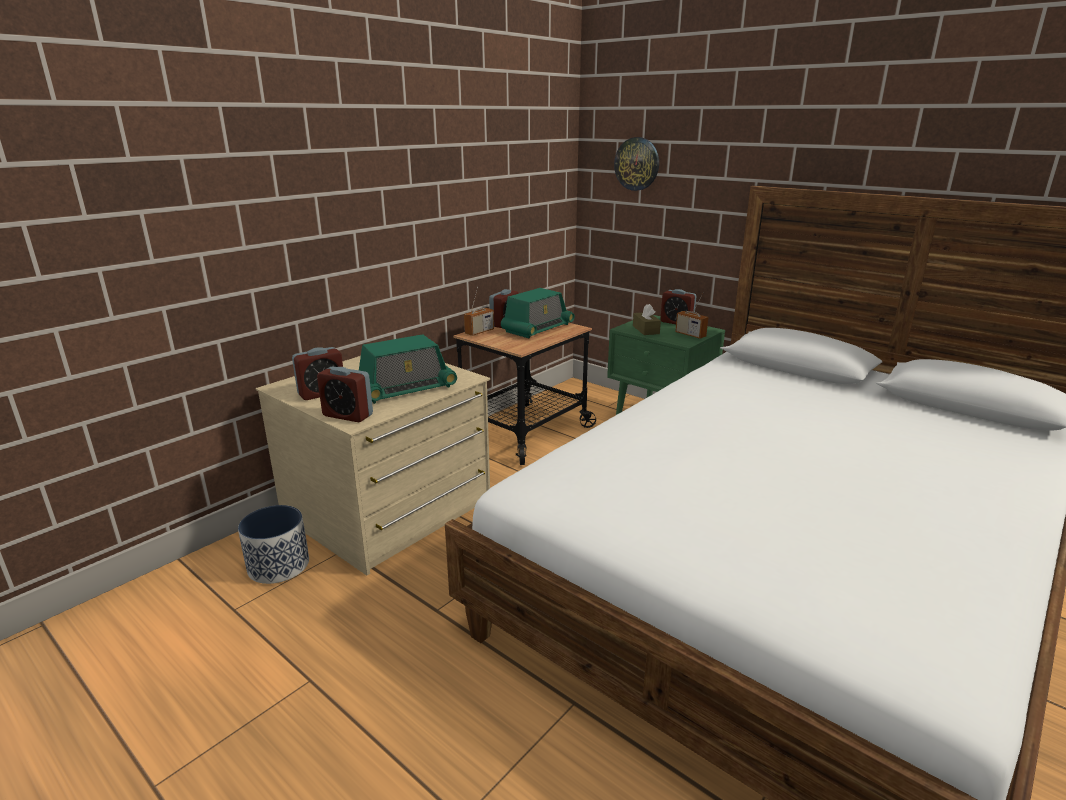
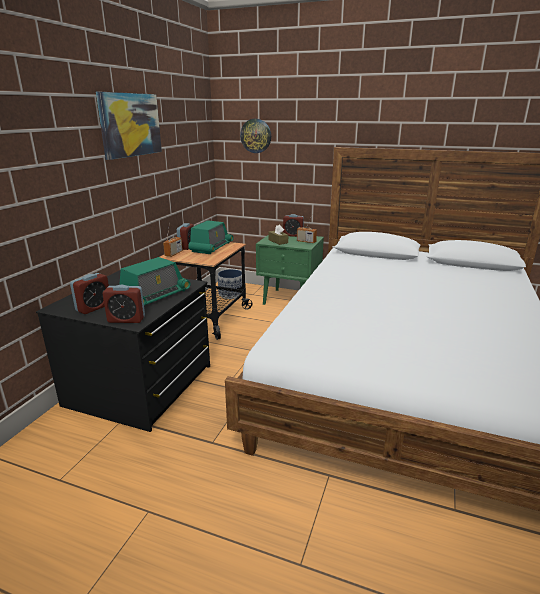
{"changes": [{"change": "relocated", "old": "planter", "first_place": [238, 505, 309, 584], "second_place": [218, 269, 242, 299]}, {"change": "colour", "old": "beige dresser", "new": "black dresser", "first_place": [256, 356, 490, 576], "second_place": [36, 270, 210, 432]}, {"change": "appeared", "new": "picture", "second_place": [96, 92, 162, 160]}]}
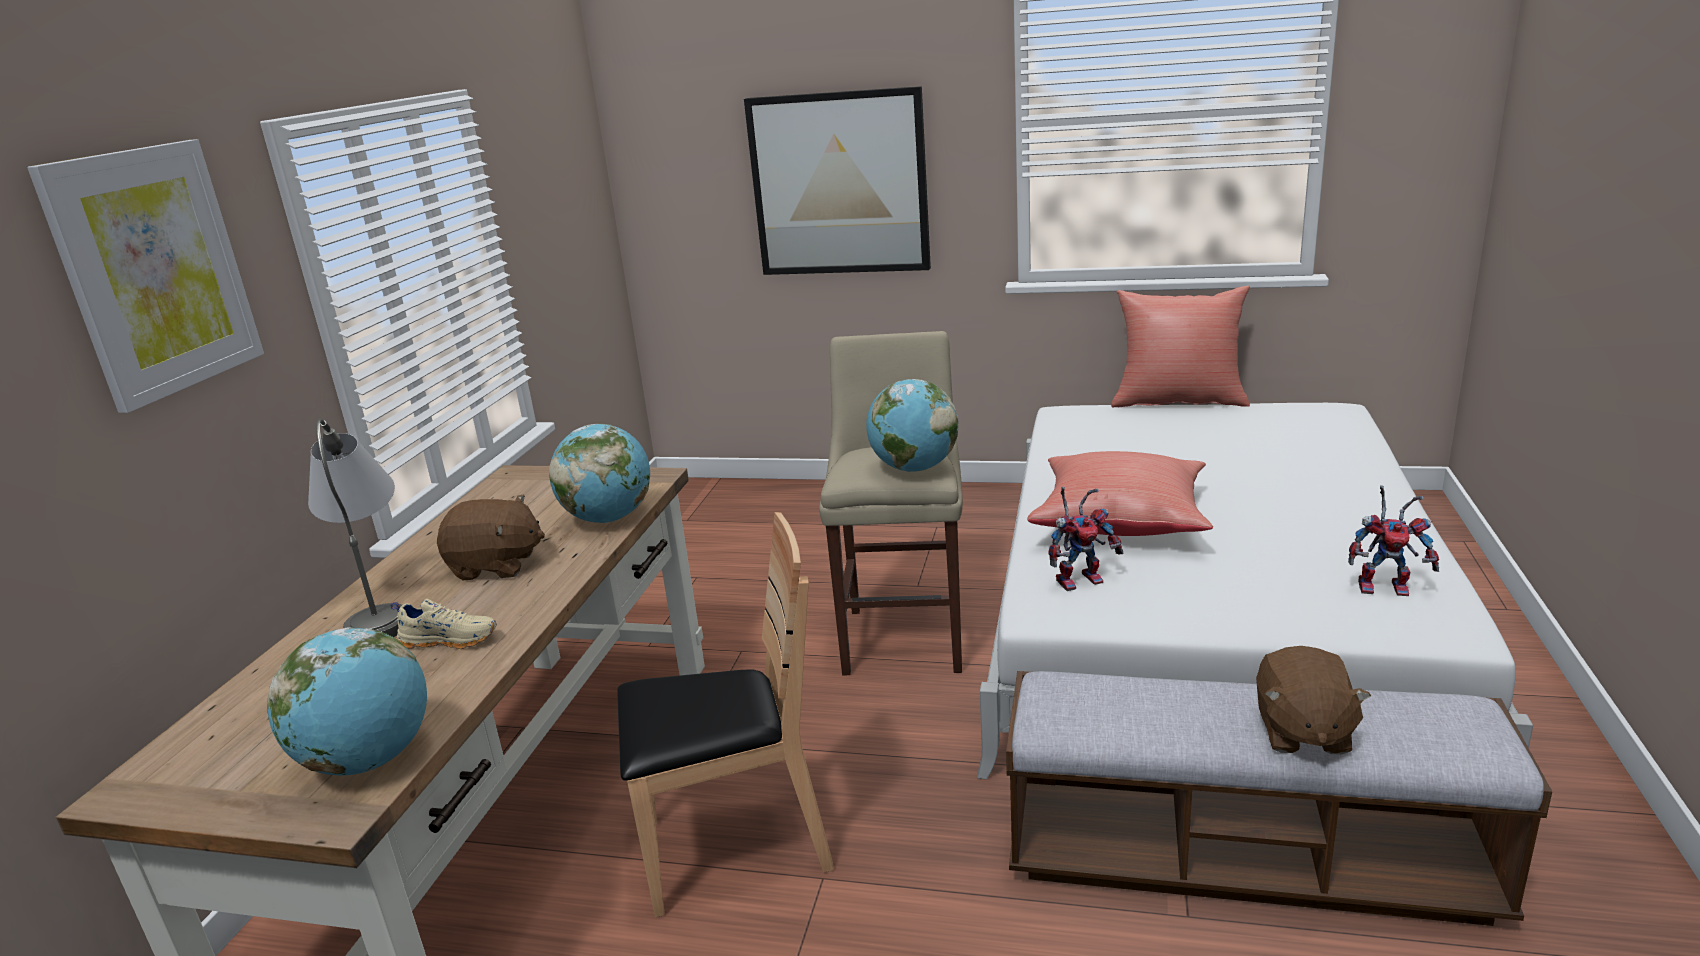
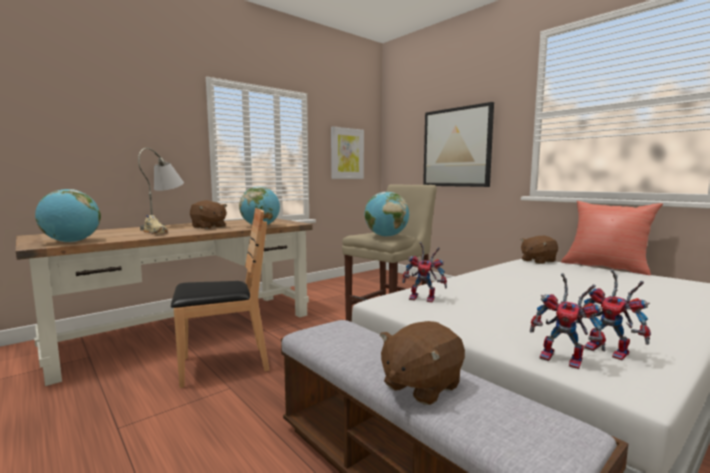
{"changes": [{"change": "relocated", "old": "picture", "first_place": [27, 139, 264, 413], "second_place": [331, 126, 364, 179]}, {"change": "spun", "old": "brown chair", "first_place": [617, 512, 834, 917], "second_place": [171, 208, 269, 388], "degrees": -45}, {"change": "missing", "old": "red pillow", "first_place": [1027, 451, 1213, 536]}, {"change": "appeared", "new": "brown plush toy", "second_place": [521, 236, 558, 264]}, {"change": "appeared", "new": "toy robot", "second_place": [529, 273, 606, 369]}]}
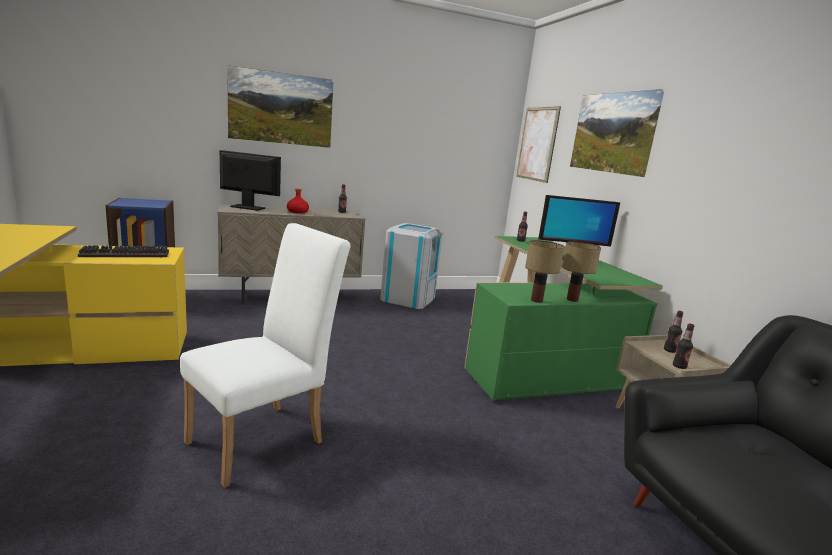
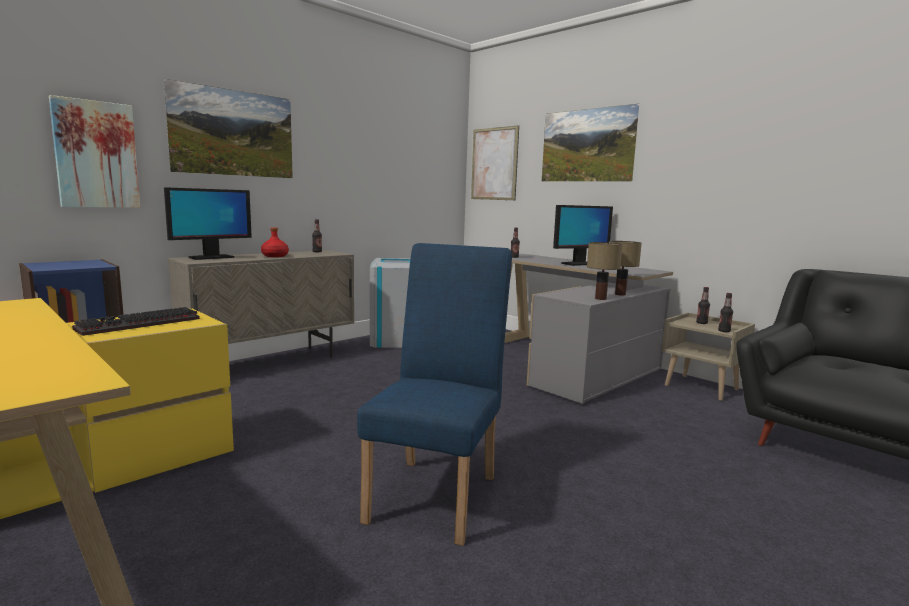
{"changes": [{"change": "colour", "old": "white chair", "new": "blue chair", "first_place": [180, 223, 351, 488], "second_place": [357, 243, 512, 546]}, {"change": "spun", "old": "monitor", "first_place": [220, 150, 281, 211], "second_place": [164, 187, 252, 260], "degrees": 150}, {"change": "colour", "old": "green desk", "new": "grey desk", "first_place": [464, 236, 663, 401], "second_place": [504, 254, 673, 404]}, {"change": "appeared", "new": "picture", "second_place": [49, 95, 140, 208]}]}
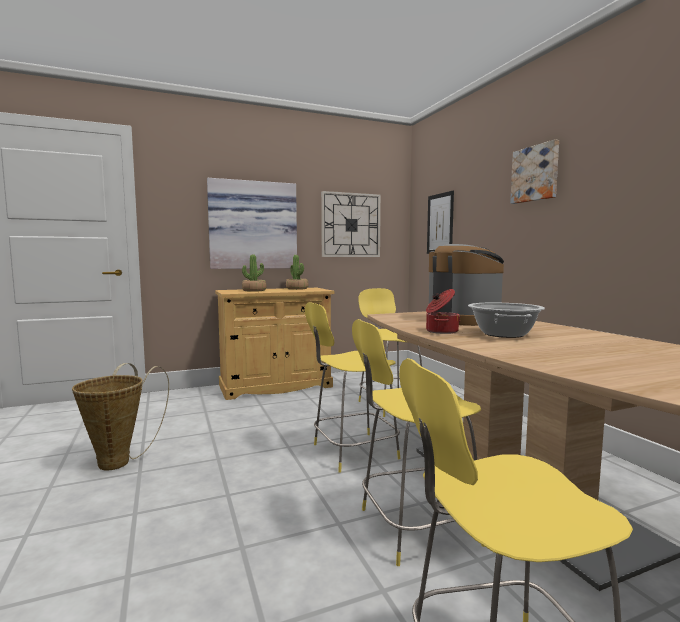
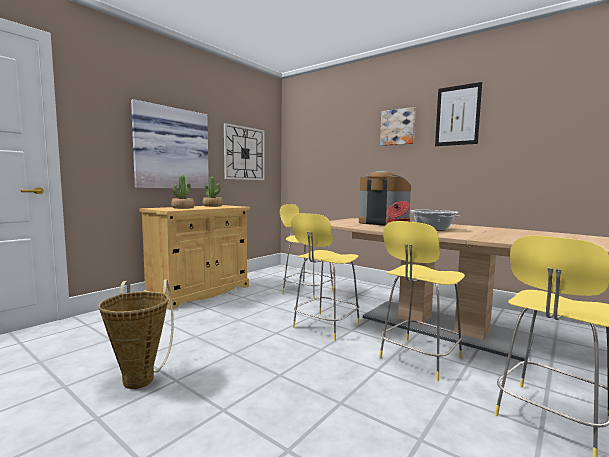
{"changes": [{"change": "relocated", "old": "picture", "first_place": [427, 191, 454, 254], "second_place": [435, 82, 482, 146]}]}
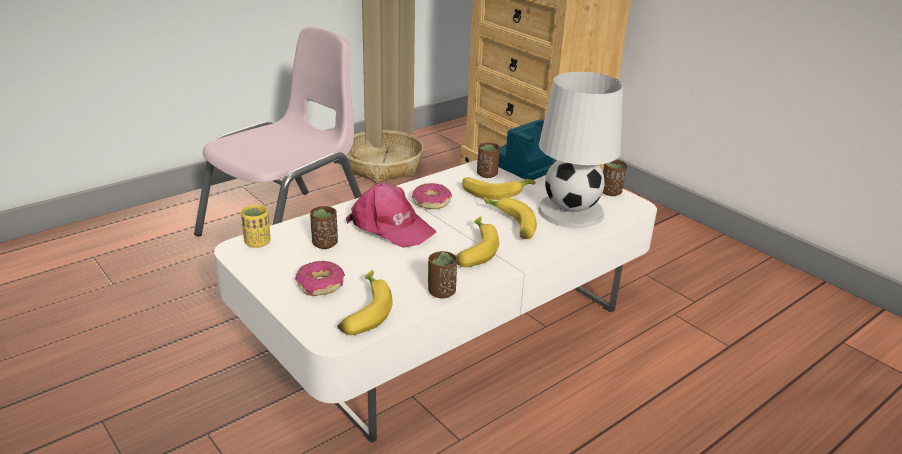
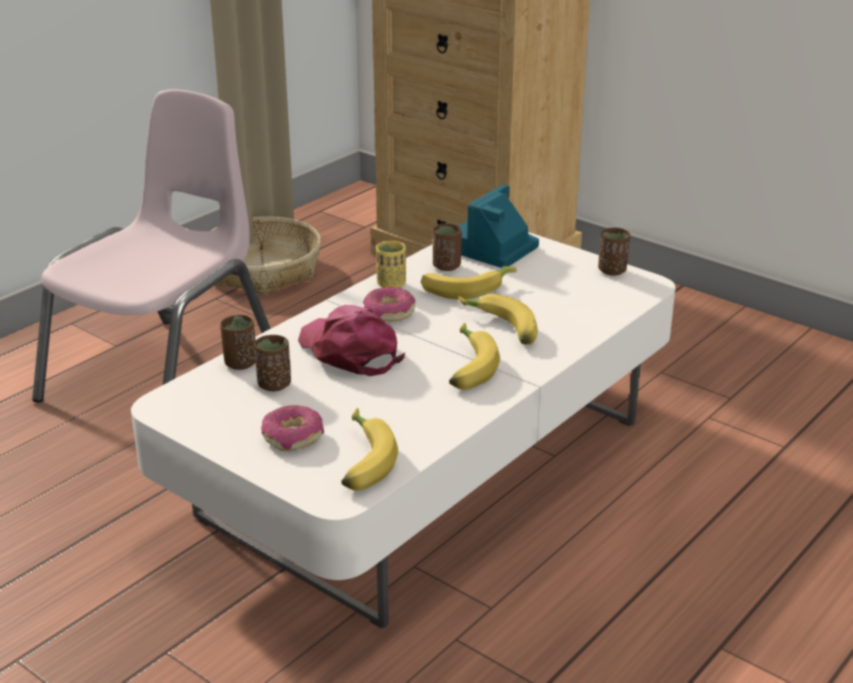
{"changes": [{"change": "relocated", "old": "yellow cup", "first_place": [241, 205, 270, 248], "second_place": [376, 241, 406, 288]}, {"change": "spun", "old": "pink cap", "first_place": [346, 183, 436, 248], "second_place": [298, 305, 405, 376], "degrees": -150}, {"change": "relocated", "old": "brown cup", "first_place": [428, 251, 457, 298], "second_place": [220, 315, 256, 370]}, {"change": "missing", "old": "white table lamp", "first_place": [538, 72, 623, 228]}]}
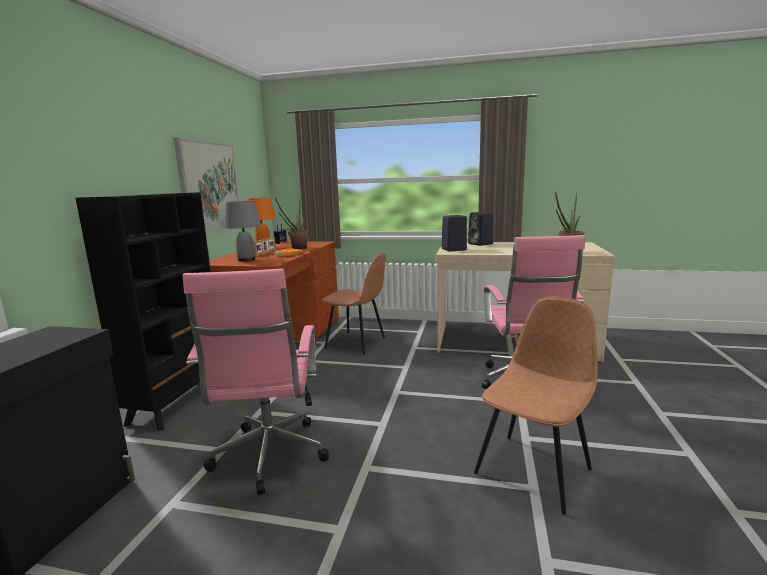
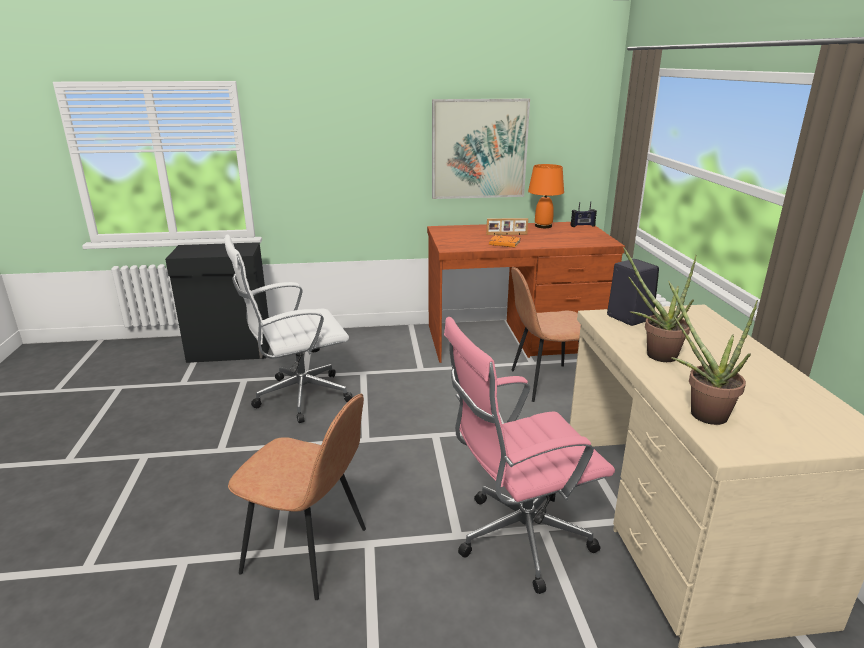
{"changes": [{"change": "missing", "old": "black bookcase", "first_place": [76, 192, 211, 431]}, {"change": "colour", "old": "pink office chair", "new": "white office chair", "first_place": [183, 269, 329, 495], "second_place": [225, 235, 353, 423]}, {"change": "missing", "old": "grey table lamp", "first_place": [225, 201, 261, 262]}, {"change": "relocated", "old": "potted plant", "first_place": [275, 197, 309, 249], "second_place": [623, 247, 696, 362]}, {"change": "spun", "old": "brown chair", "first_place": [322, 253, 386, 355], "second_place": [511, 267, 581, 402], "degrees": 75}, {"change": "missing", "old": "black speaker", "first_place": [468, 212, 494, 246]}]}
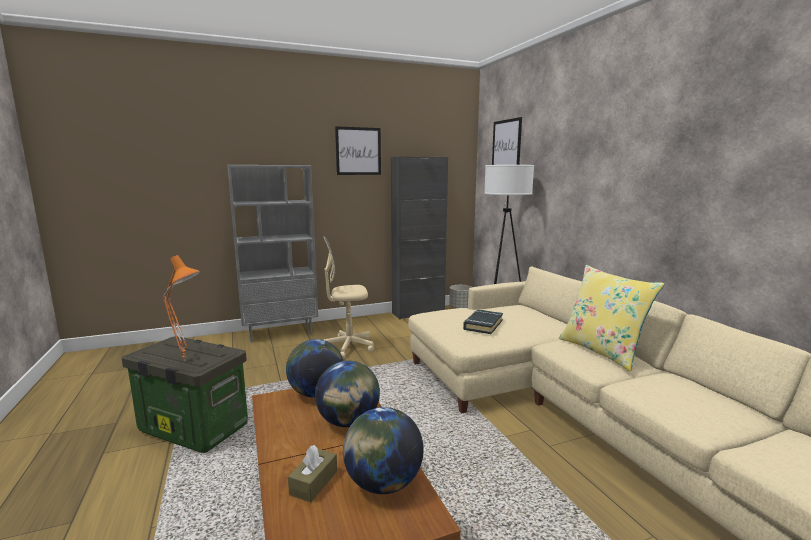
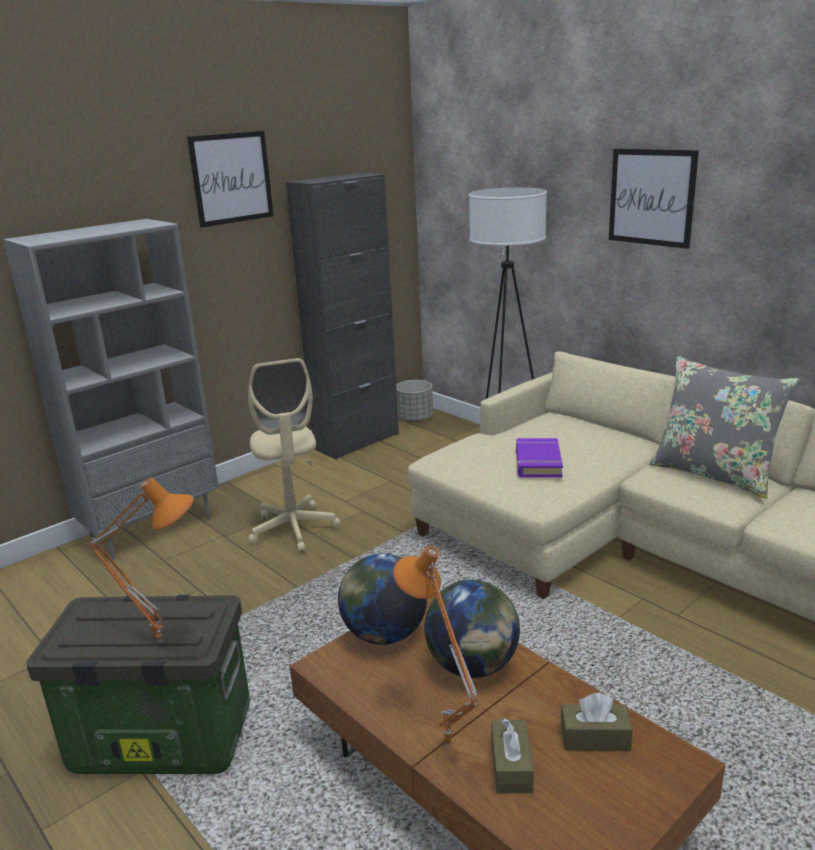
{"changes": [{"change": "spun", "old": "beige office chair", "first_place": [324, 236, 373, 358], "second_place": [248, 358, 340, 553], "degrees": -75}, {"change": "exchanged", "old": "globe", "new": "brown tissue box", "first_place": [343, 407, 424, 494], "second_place": [561, 693, 633, 751]}, {"change": "colour", "old": "black book", "new": "purple book", "first_place": [463, 309, 503, 334], "second_place": [516, 438, 563, 478]}, {"change": "relocated", "old": "picture", "first_place": [492, 117, 522, 165], "second_place": [609, 149, 699, 249]}, {"change": "colour", "old": "yellow pillow", "new": "grey pillow", "first_place": [559, 265, 664, 372], "second_place": [649, 356, 800, 499]}, {"change": "appeared", "new": "orange table lamp", "second_place": [393, 545, 479, 749]}]}
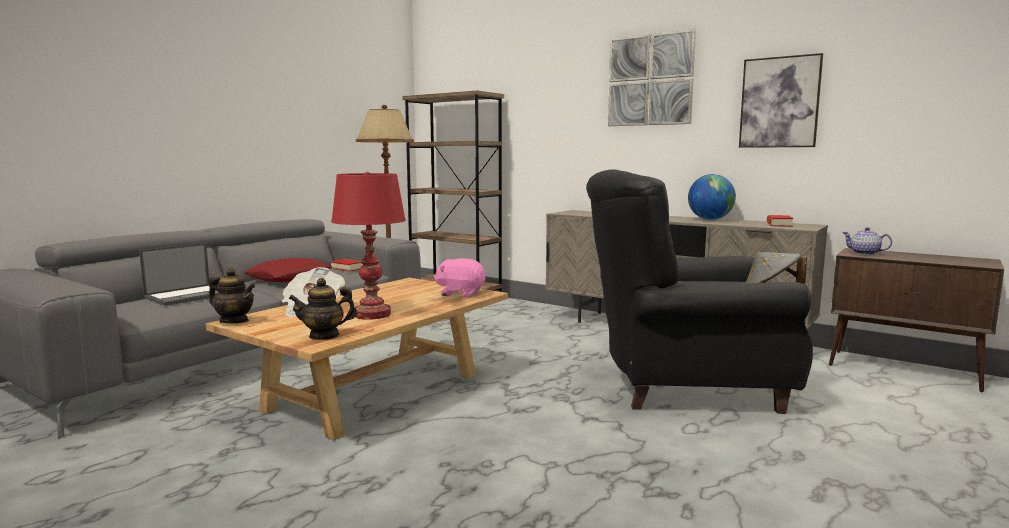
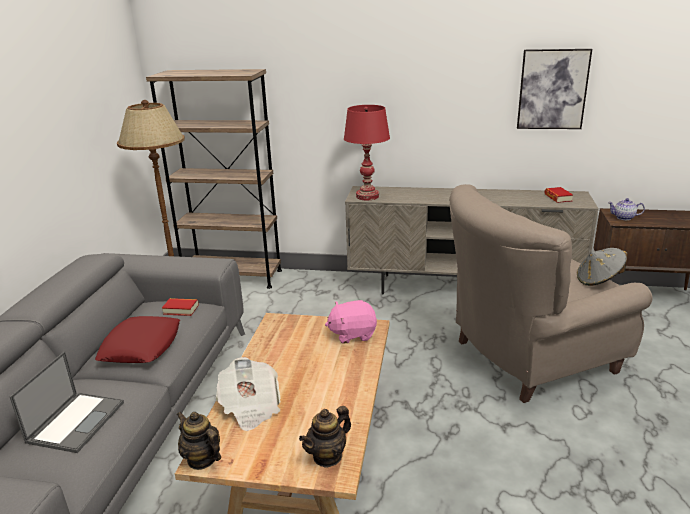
{"changes": [{"change": "spun", "old": "teapot", "first_place": [209, 268, 255, 324], "second_place": [177, 412, 221, 470], "degrees": -135}, {"change": "relocated", "old": "red table lamp", "first_place": [331, 172, 406, 320], "second_place": [344, 105, 390, 200]}, {"change": "colour", "old": "black armchair", "new": "beige armchair", "first_place": [586, 169, 813, 414], "second_place": [449, 184, 653, 403]}, {"change": "missing", "old": "picture", "first_place": [608, 29, 696, 126]}, {"change": "missing", "old": "globe", "first_place": [688, 174, 736, 220]}]}
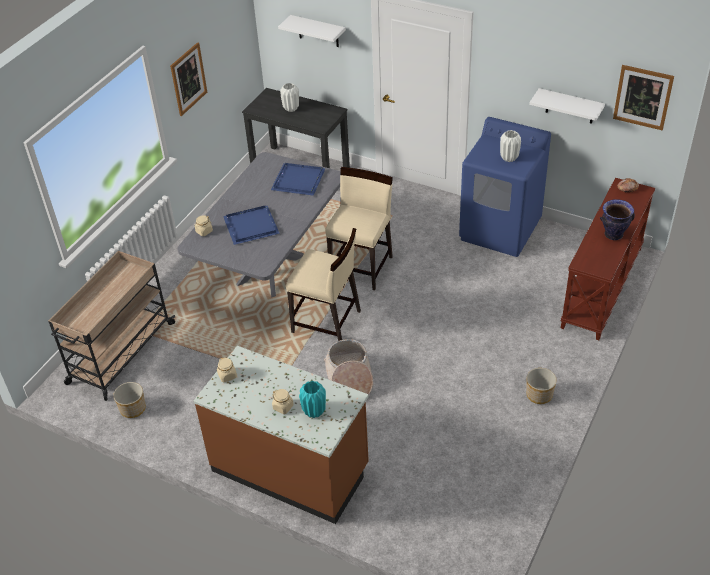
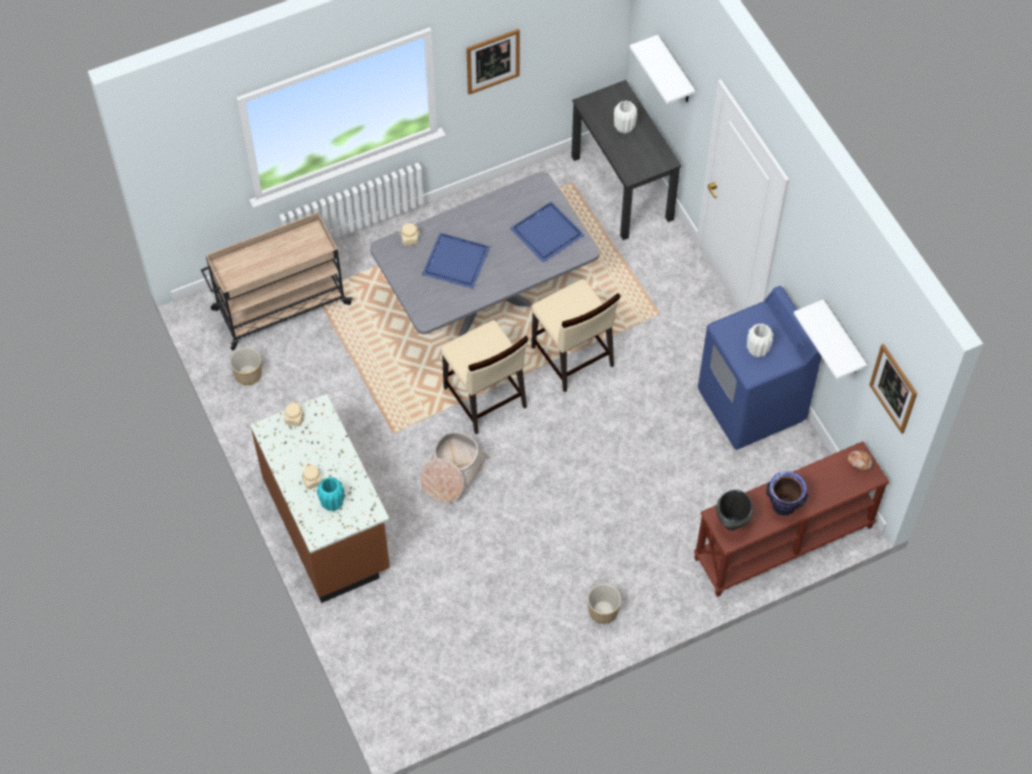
{"changes": [{"change": "spun", "old": "beige chair", "first_place": [325, 167, 393, 291], "second_place": [531, 279, 620, 393], "degrees": 90}, {"change": "appeared", "new": "black cooking pot", "second_place": [716, 490, 753, 531]}]}
